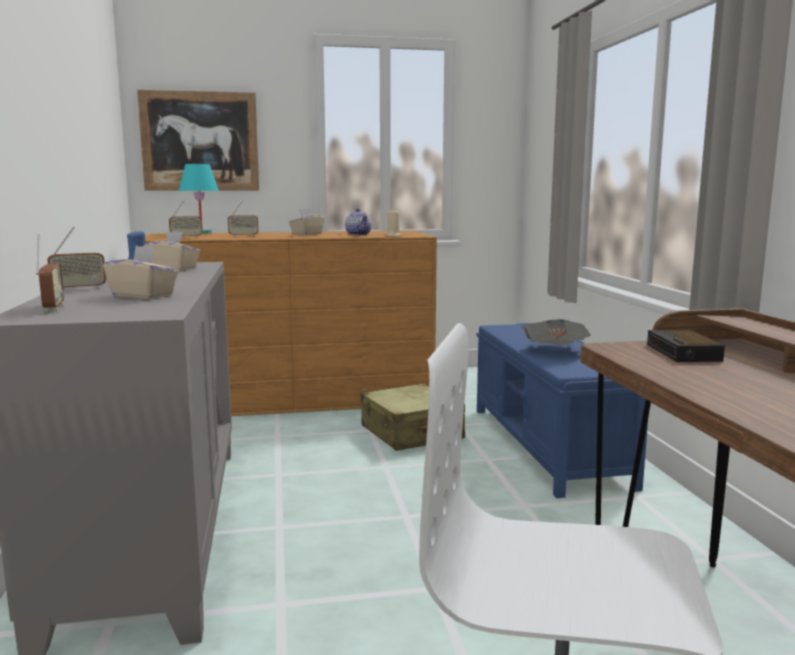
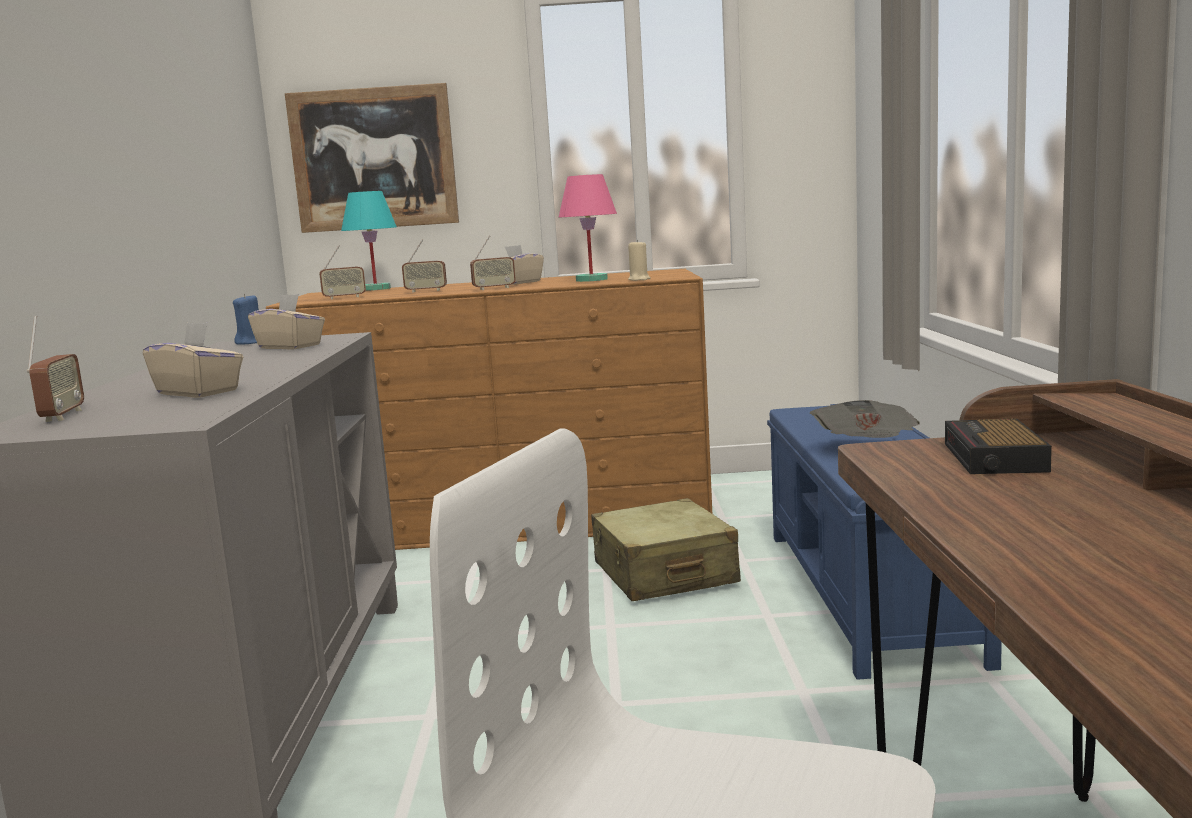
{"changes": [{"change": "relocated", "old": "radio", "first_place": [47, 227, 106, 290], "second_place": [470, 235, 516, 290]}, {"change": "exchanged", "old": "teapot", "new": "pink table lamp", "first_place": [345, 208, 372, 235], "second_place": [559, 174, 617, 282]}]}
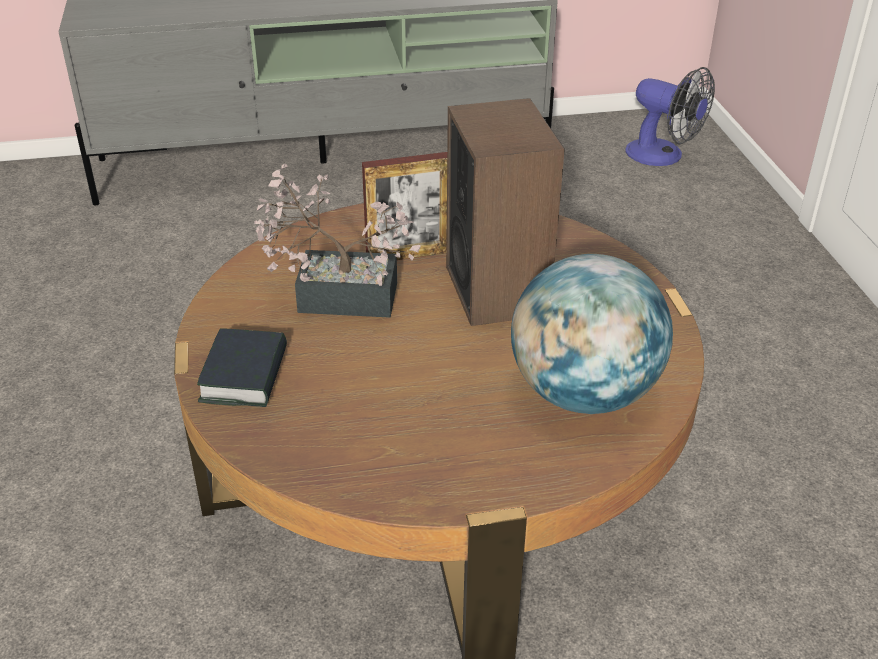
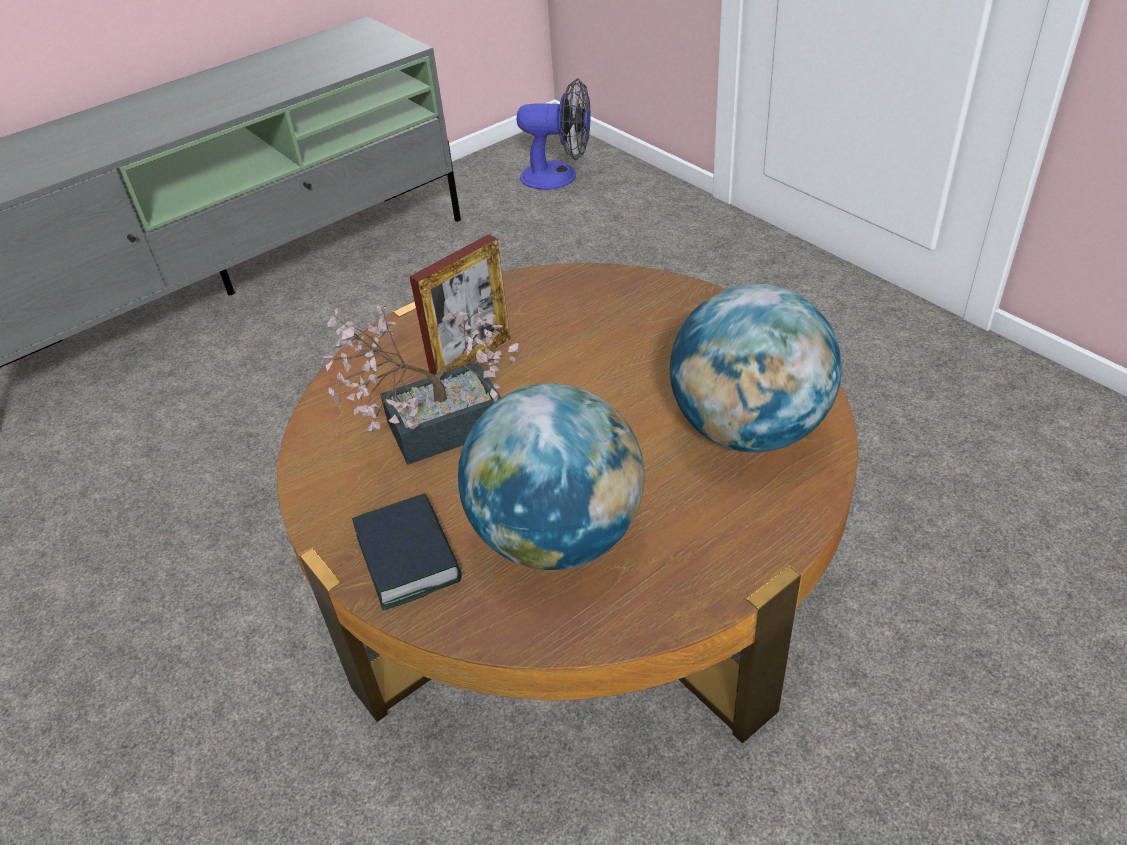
{"changes": [{"change": "missing", "old": "speaker", "first_place": [446, 98, 565, 326]}, {"change": "appeared", "new": "globe", "second_place": [458, 383, 645, 570]}]}
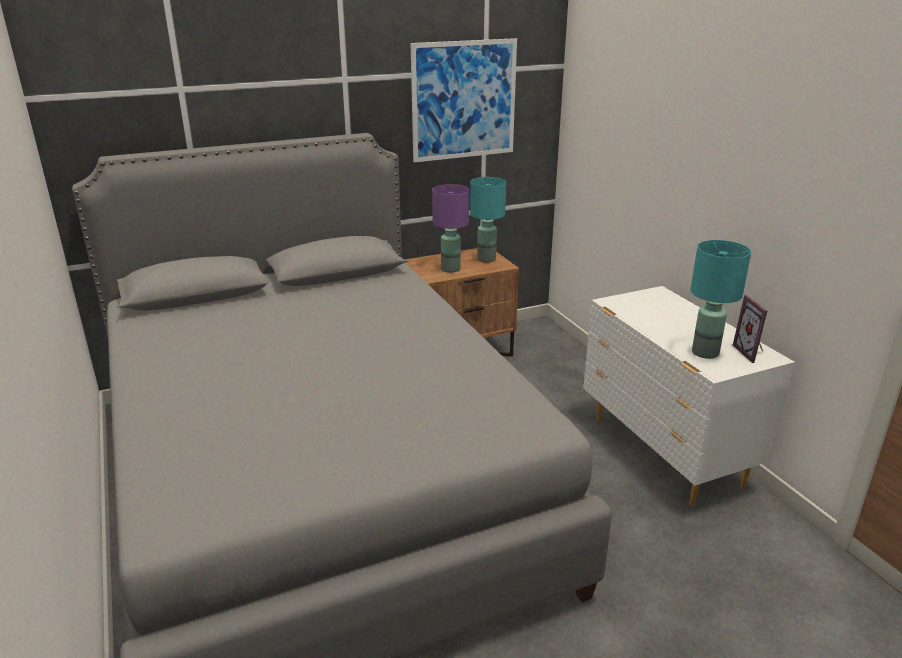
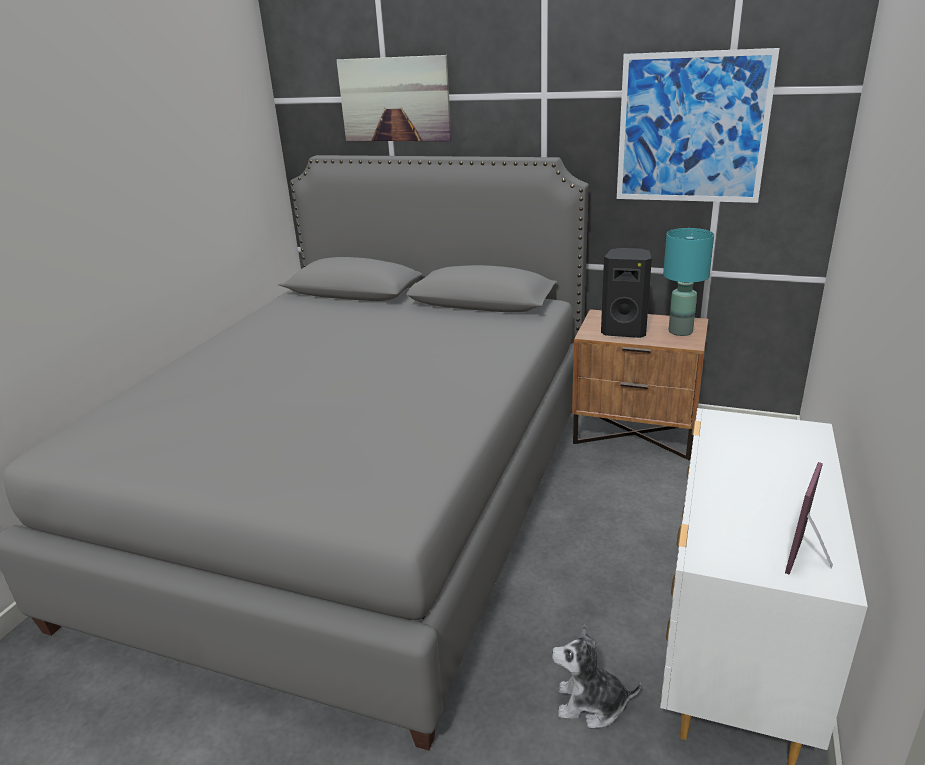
{"changes": [{"change": "exchanged", "old": "purple table lamp", "new": "black speaker", "first_place": [432, 184, 469, 273], "second_place": [601, 248, 652, 338]}, {"change": "missing", "old": "turquoise table lamp", "first_place": [690, 240, 751, 359]}, {"change": "appeared", "new": "picture", "second_place": [336, 55, 451, 141]}, {"change": "appeared", "new": "plush toy", "second_place": [552, 625, 641, 728]}]}
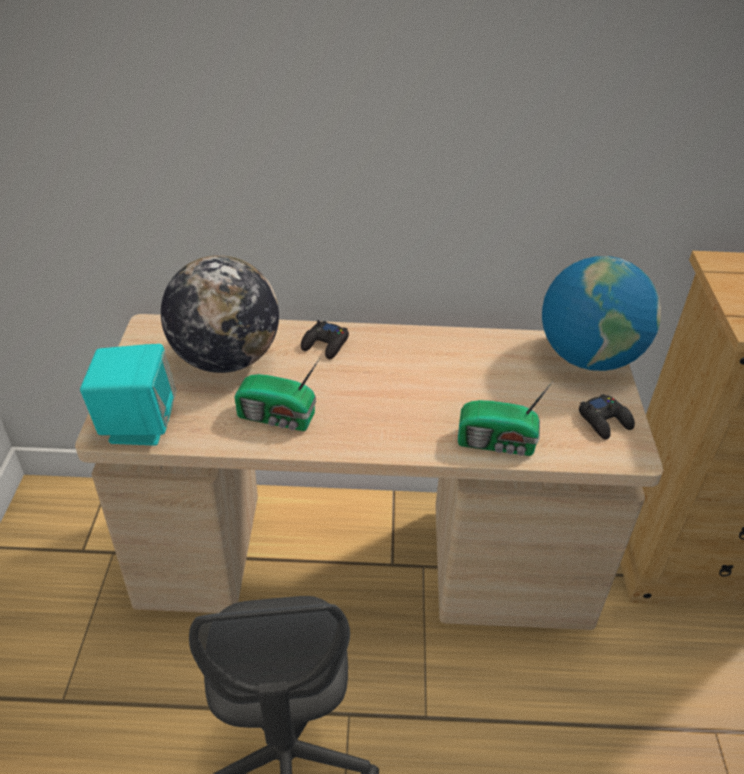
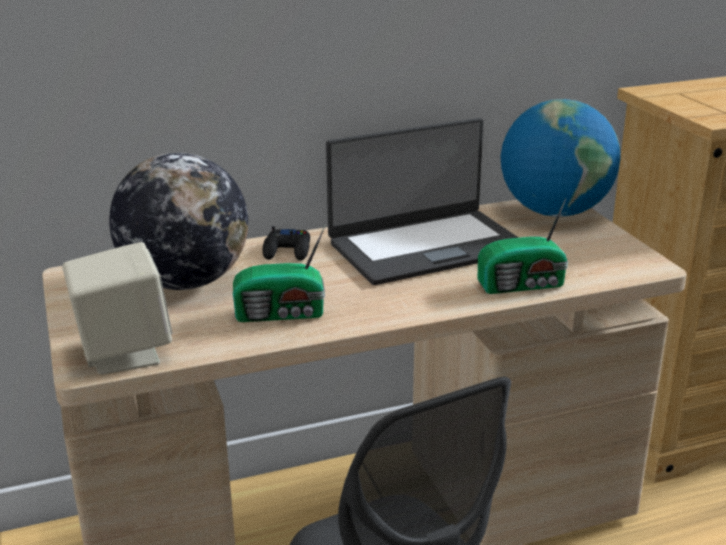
{"changes": [{"change": "colour", "old": "turquoise speaker", "new": "beige speaker", "first_place": [80, 344, 177, 446], "second_place": [62, 242, 172, 375]}, {"change": "missing", "old": "black game controller", "first_place": [579, 394, 635, 440]}, {"change": "appeared", "new": "laptop", "second_place": [326, 118, 519, 285]}]}
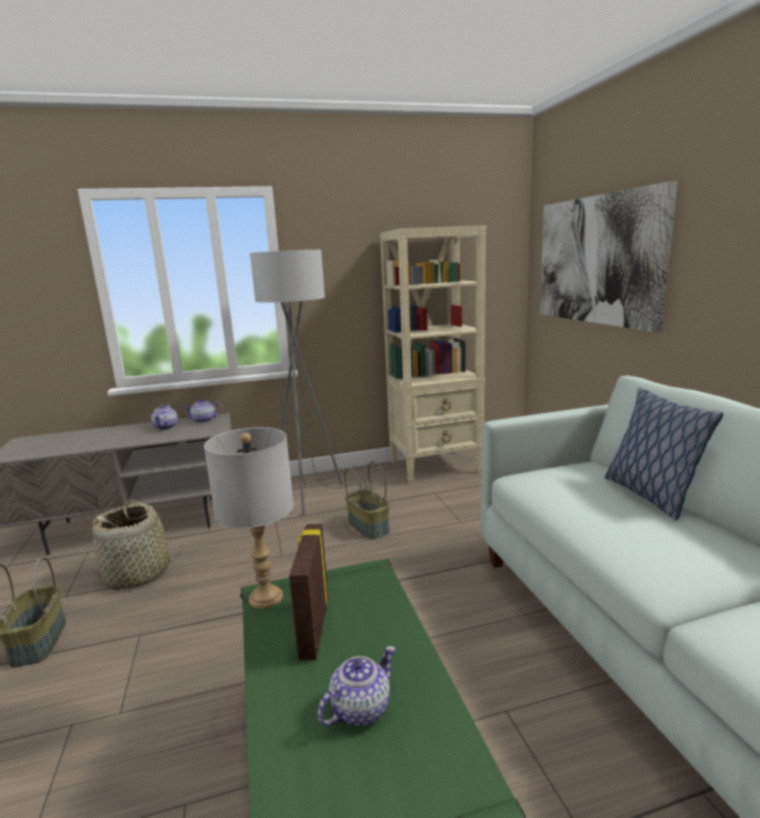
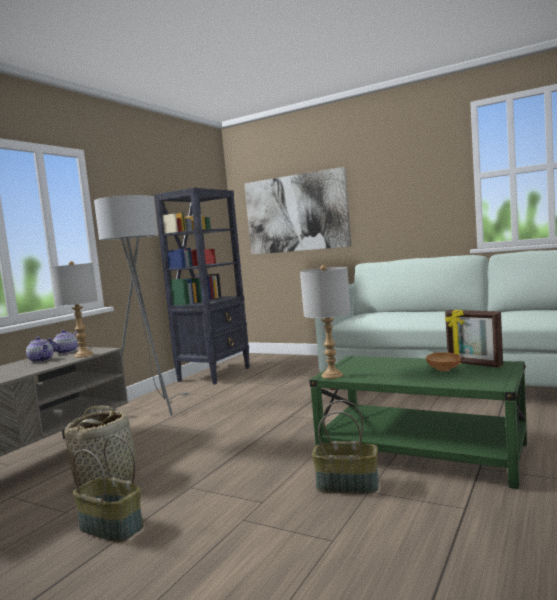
{"changes": [{"change": "relocated", "old": "picture frame", "first_place": [289, 524, 329, 660], "second_place": [445, 310, 503, 368]}, {"change": "exchanged", "old": "teapot", "new": "brown bowl", "first_place": [318, 646, 396, 726], "second_place": [426, 352, 461, 371]}, {"change": "relocated", "old": "basket", "first_place": [344, 461, 390, 540], "second_place": [312, 400, 379, 494]}, {"change": "colour", "old": "beige bookcase", "new": "black bookcase", "first_place": [380, 225, 486, 484], "second_place": [154, 187, 250, 385]}, {"change": "missing", "old": "pillow", "first_place": [605, 388, 723, 520]}, {"change": "appeared", "new": "grey table lamp", "second_place": [50, 261, 98, 358]}]}
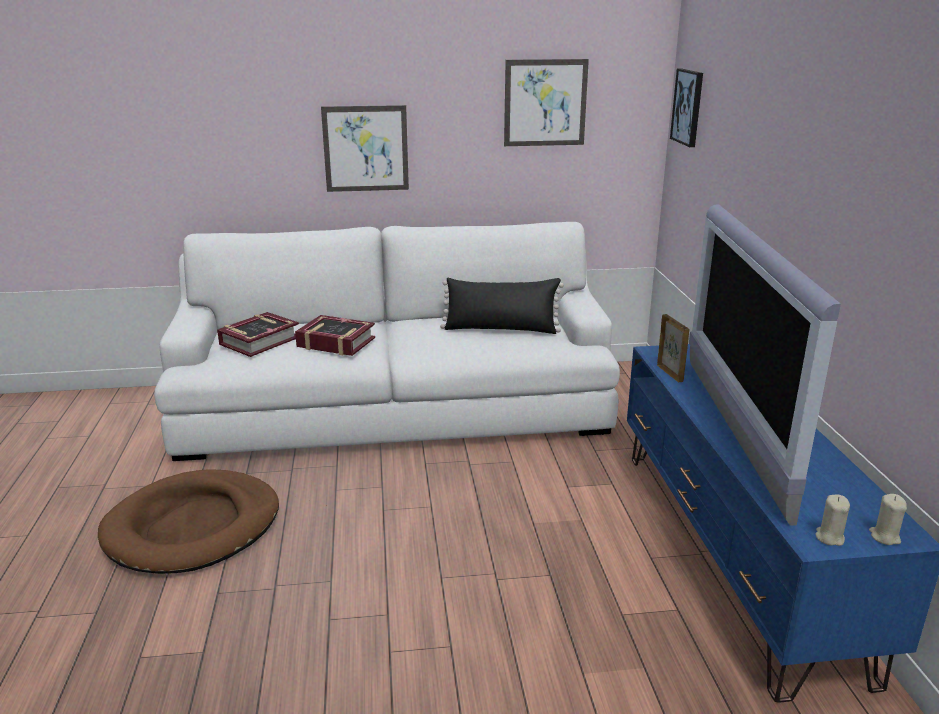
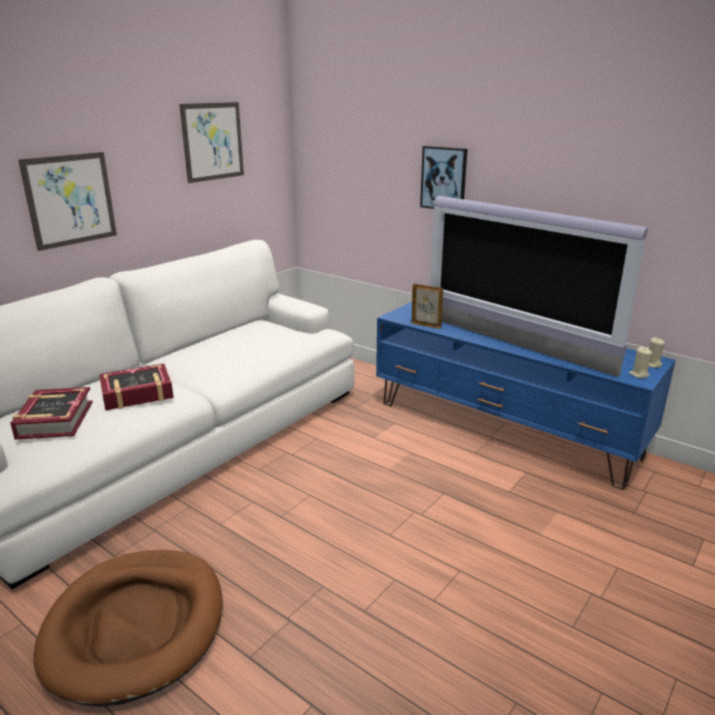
{"changes": [{"change": "missing", "old": "black pillow", "first_place": [440, 278, 564, 334]}, {"change": "relocated", "old": "picture", "first_place": [670, 69, 703, 147], "second_place": [420, 146, 467, 209]}]}
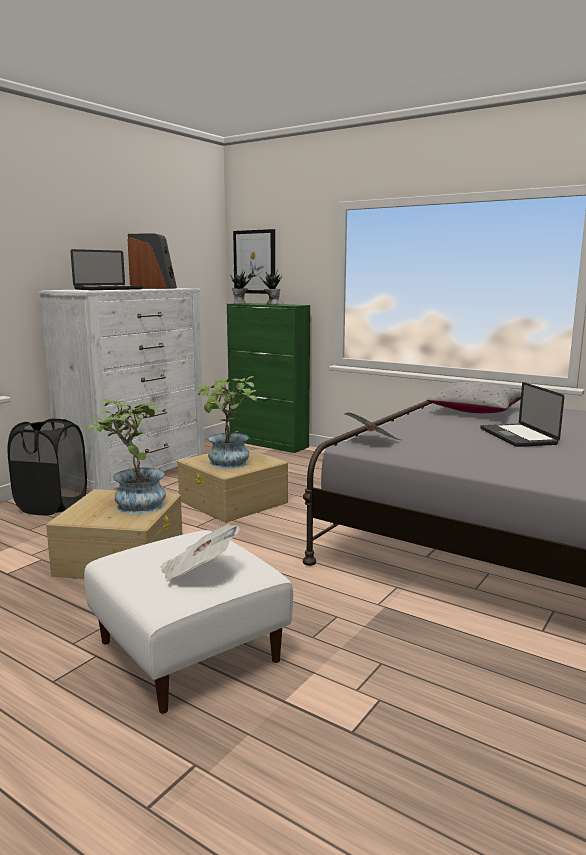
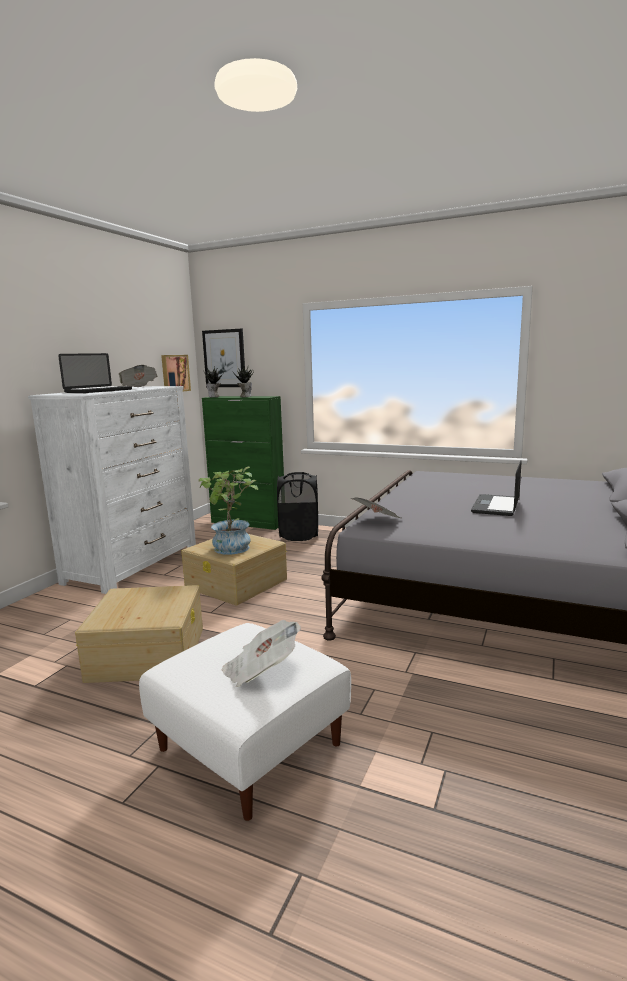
{"changes": [{"change": "relocated", "old": "black laundry basket", "first_place": [7, 419, 87, 515], "second_place": [277, 472, 318, 541]}, {"change": "missing", "old": "potted plant", "first_place": [87, 399, 166, 514]}, {"change": "exchanged", "old": "speaker", "new": "newspaper", "first_place": [128, 234, 177, 289], "second_place": [119, 365, 158, 387]}, {"change": "missing", "old": "grey pillow", "first_place": [427, 382, 521, 413]}, {"change": "spun", "old": "laptop", "first_place": [481, 382, 564, 447], "second_place": [471, 460, 522, 516], "degrees": 45}, {"change": "appeared", "new": "picture", "second_place": [161, 355, 191, 391]}]}
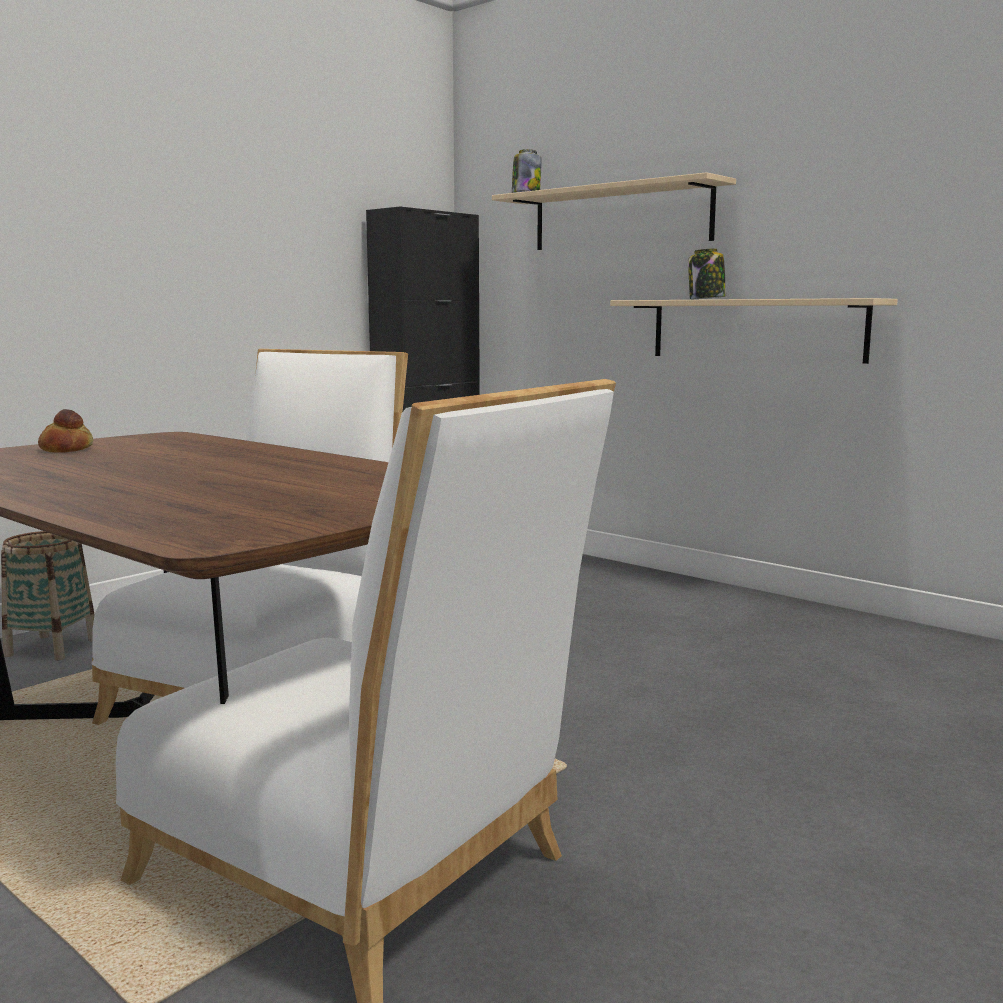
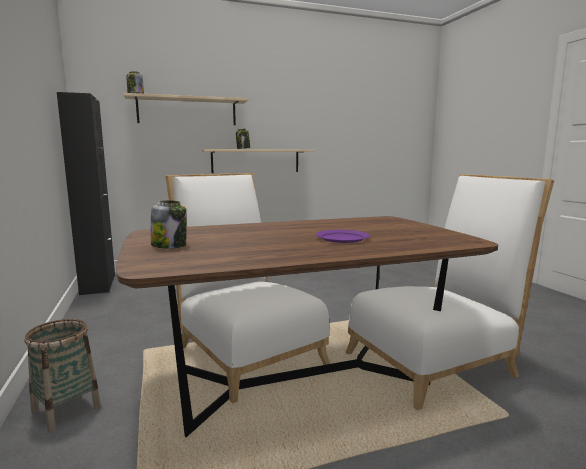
{"changes": [{"change": "exchanged", "old": "bread", "new": "jar", "first_place": [38, 409, 93, 453], "second_place": [151, 200, 187, 248]}, {"change": "appeared", "new": "purple plate", "second_place": [316, 230, 370, 243]}]}
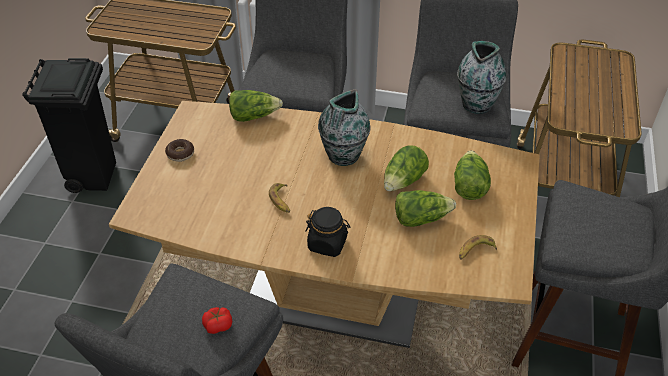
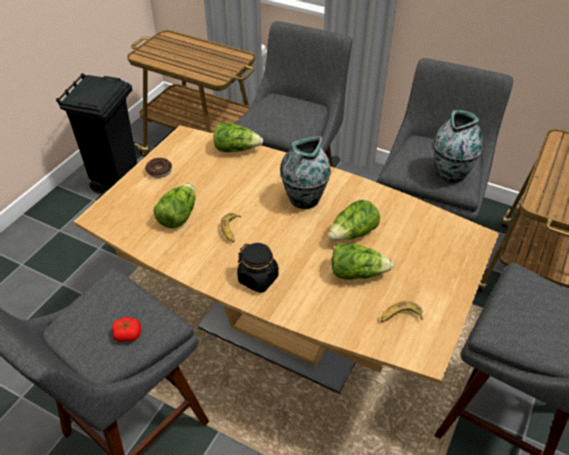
{"changes": [{"change": "relocated", "old": "lettuce", "first_place": [454, 150, 491, 200], "second_place": [153, 183, 195, 229]}]}
